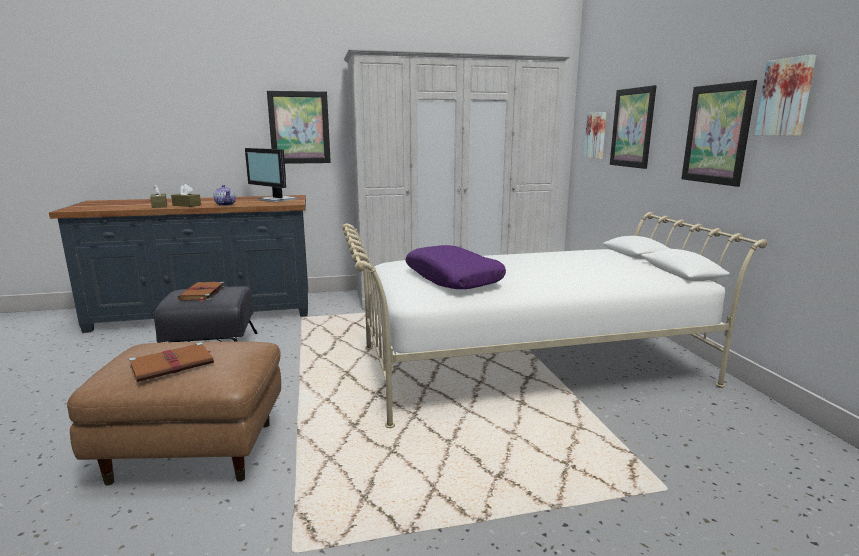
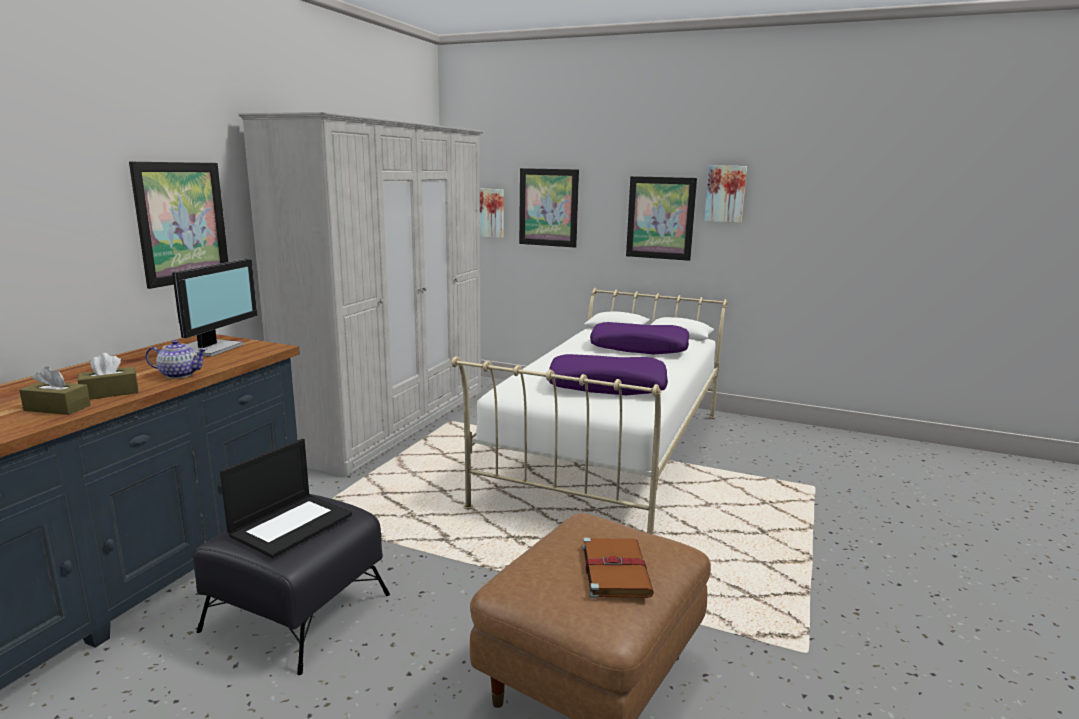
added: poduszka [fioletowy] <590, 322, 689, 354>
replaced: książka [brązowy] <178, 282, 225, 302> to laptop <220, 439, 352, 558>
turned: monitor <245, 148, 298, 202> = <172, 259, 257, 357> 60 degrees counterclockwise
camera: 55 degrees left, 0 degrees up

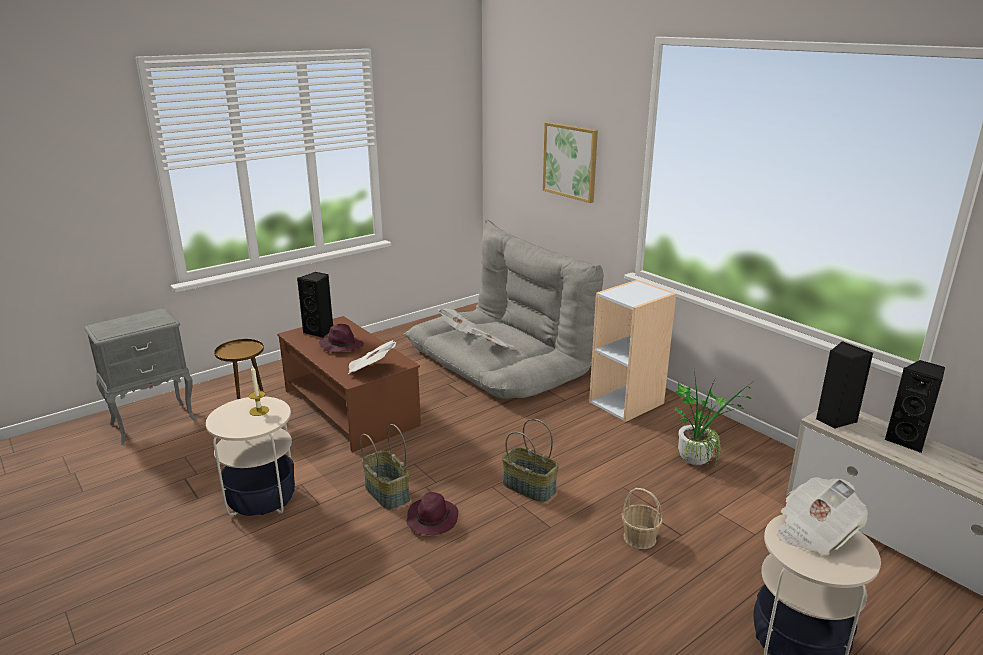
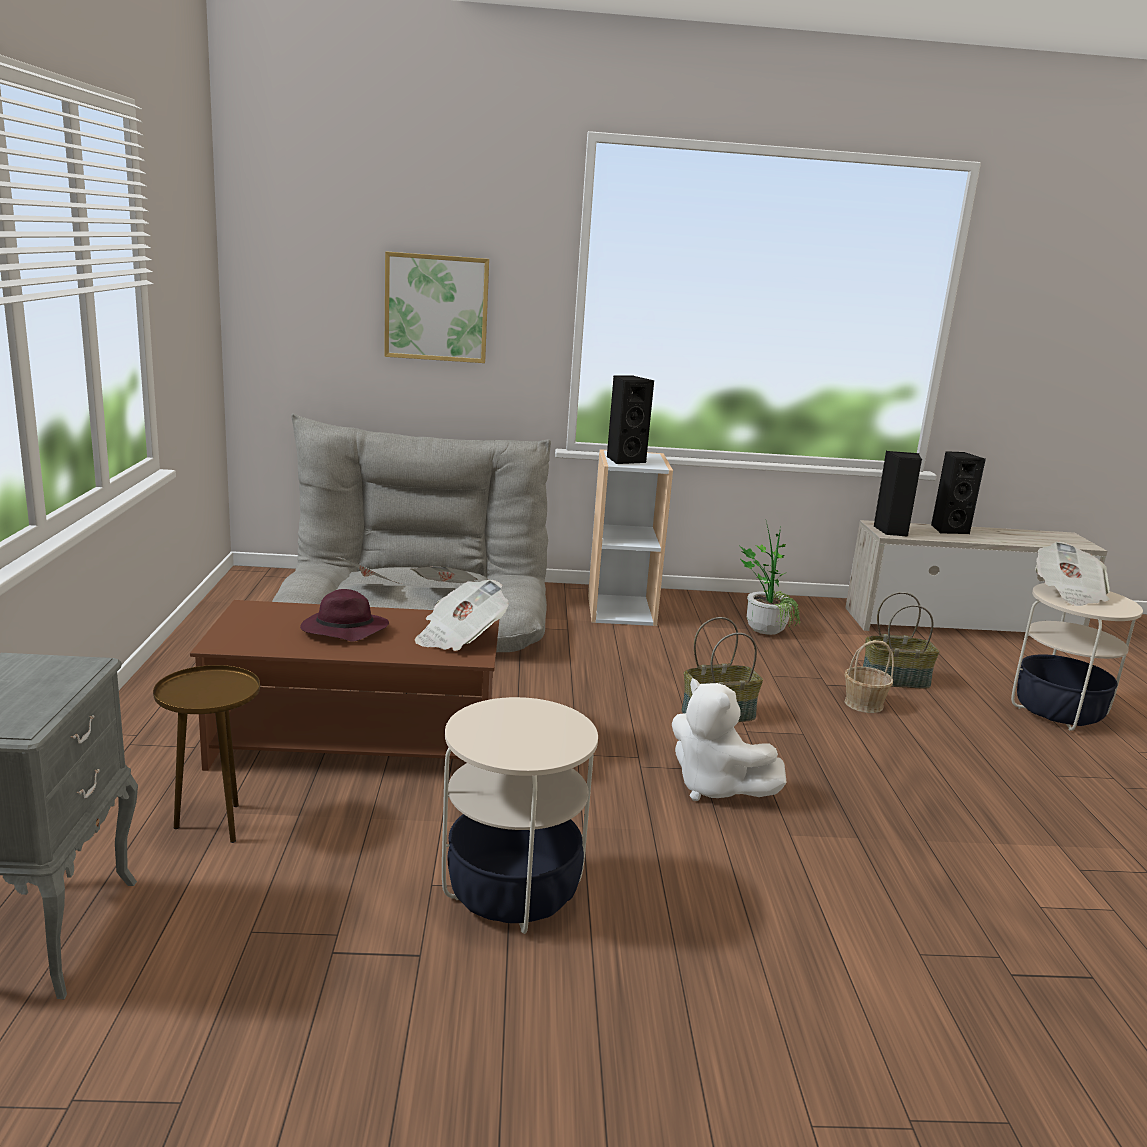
removed: świeca <248, 365, 269, 416>
moved: głośnik [czarny] <297, 272, 333, 338> to <607, 376, 654, 464>; koszyk <360, 424, 410, 510> to <863, 592, 939, 689>
replaced: kapelusz [fioletowy] <406, 492, 458, 535> to pluszak [biały] <672, 678, 787, 801>
camera: 55 degrees left, 5 degrees down

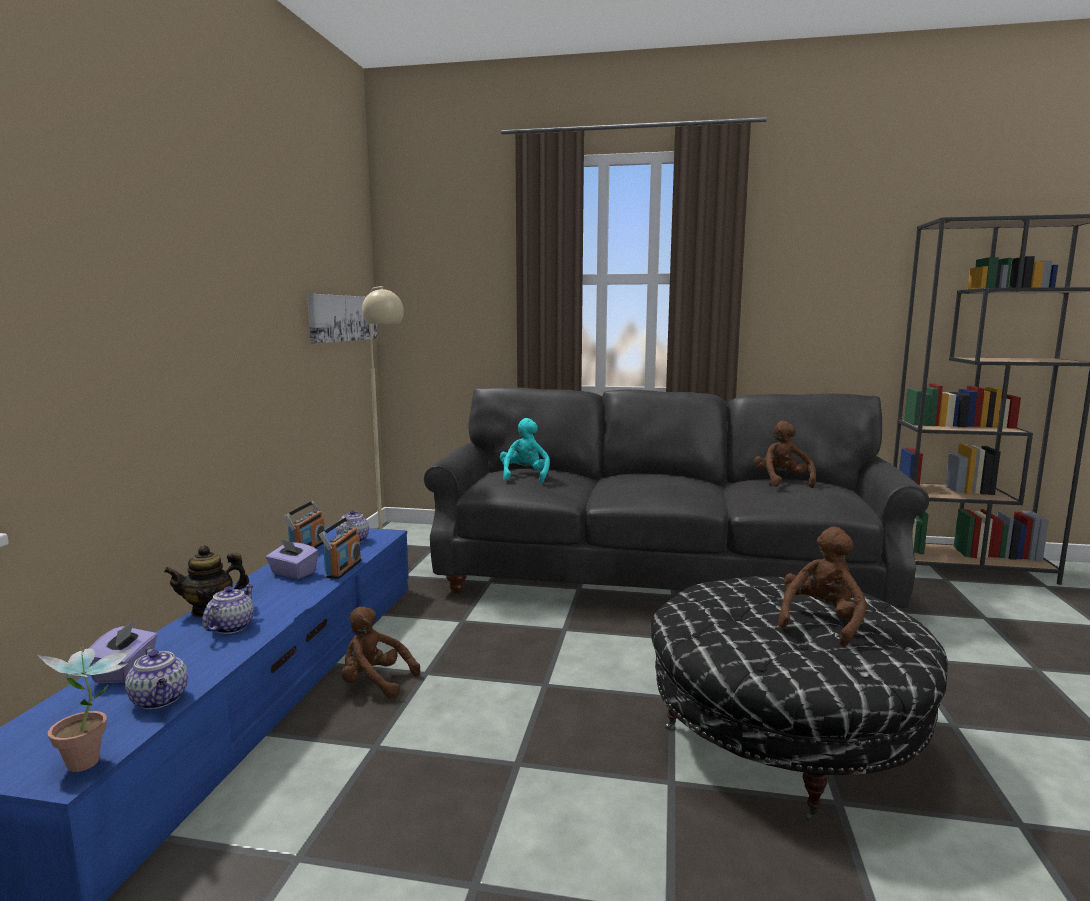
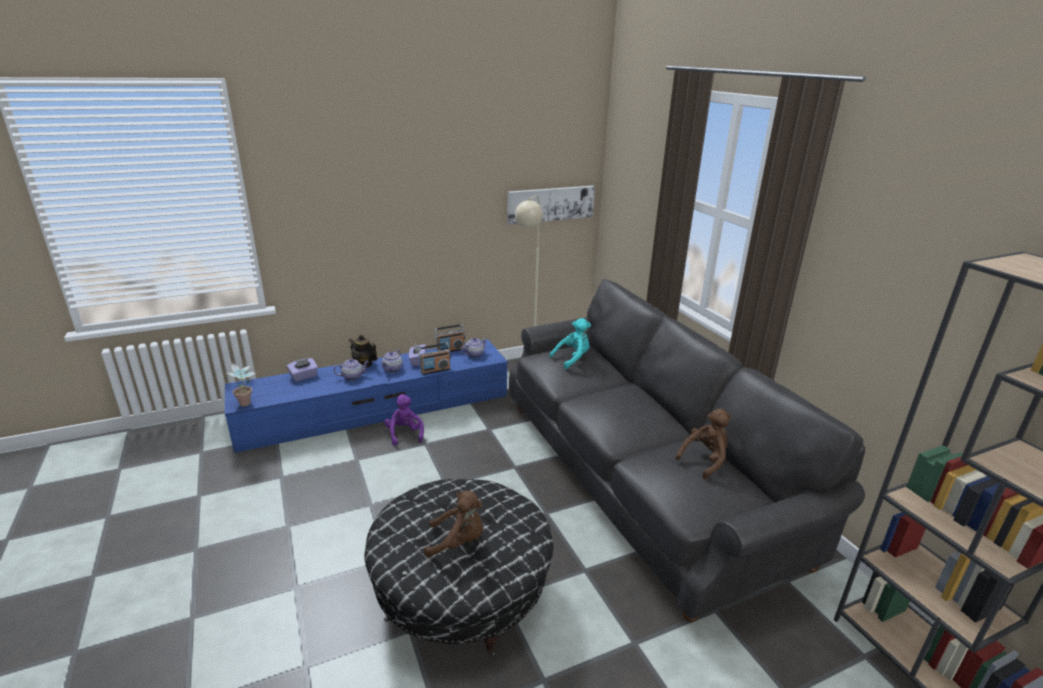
moved: imbryk <125, 647, 188, 709> to <382, 350, 403, 373>
recoloured: pluszak [brązowy] <341, 607, 420, 698> to pluszak [fioletowy] <384, 394, 424, 446>
camera: 55 degrees right, 15 degrees up

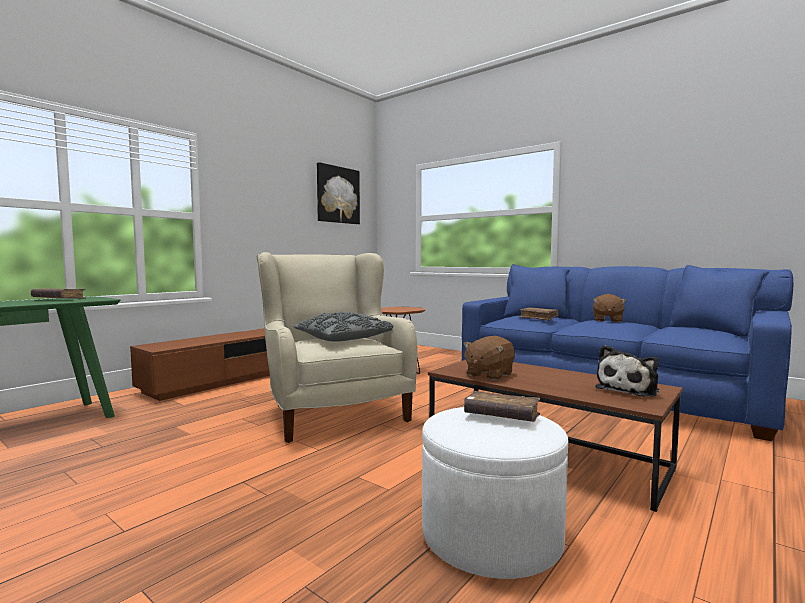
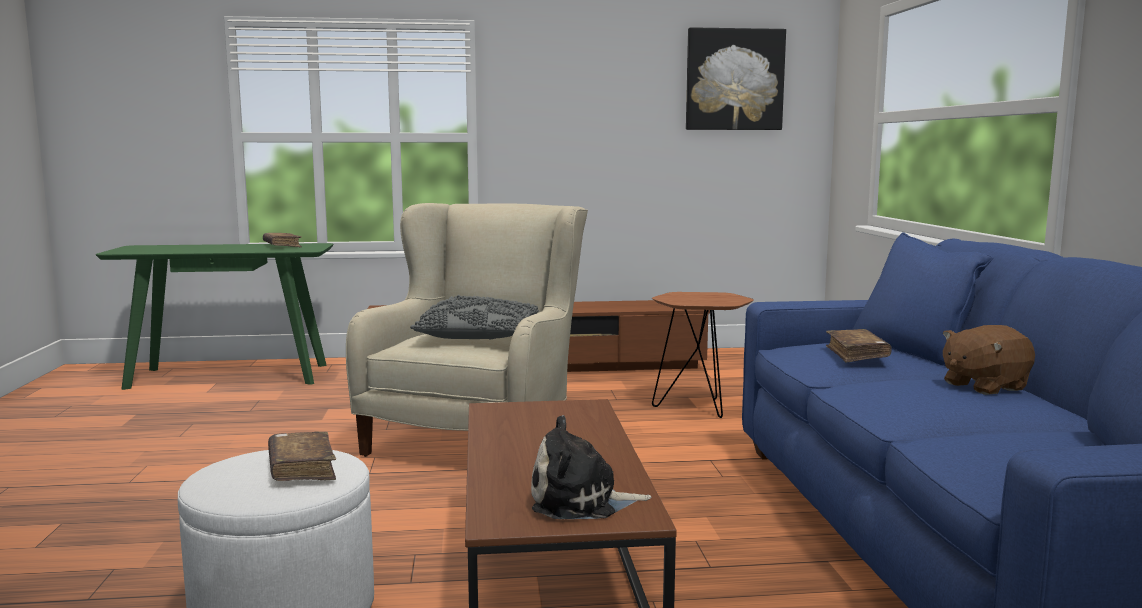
removed: pluszak [brązowy] <463, 336, 515, 381>
camera: 45 degrees right, 5 degrees up

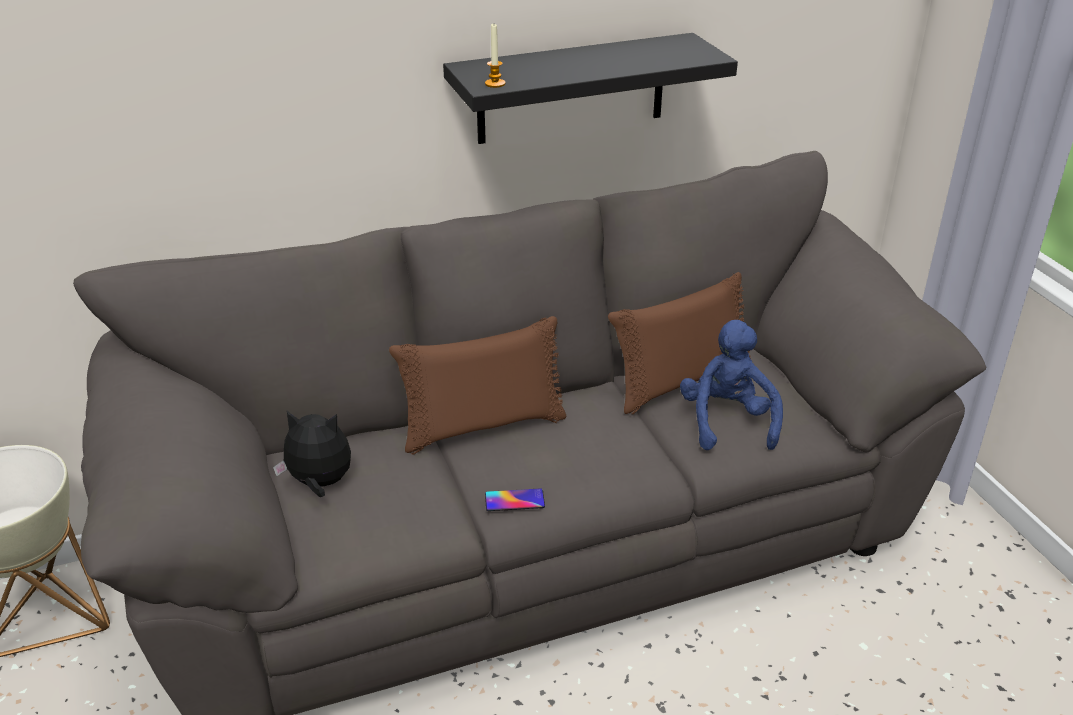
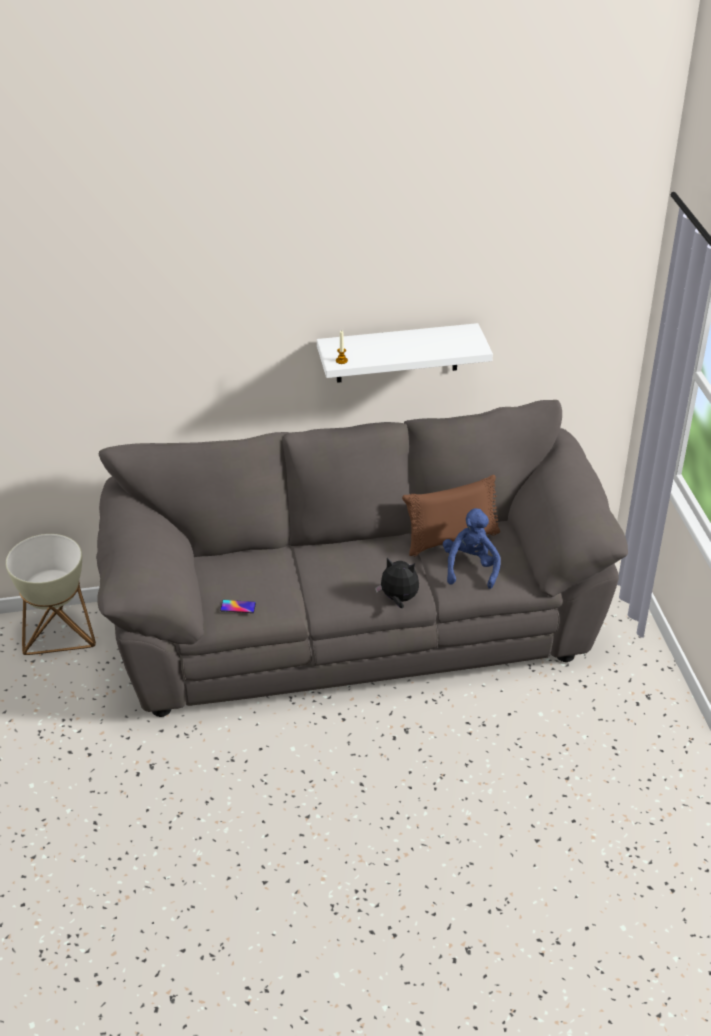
removed: poduszka [brązowy] <389, 316, 566, 455>
moved: pluszak <273, 411, 351, 497> to <375, 558, 419, 608>; telefon <485, 488, 545, 511> to <220, 600, 256, 613>
recoloured: półka [czarny] <443, 33, 738, 144> to półka [biały] <317, 323, 493, 383>
camera: 10 degrees right, 5 degrees up

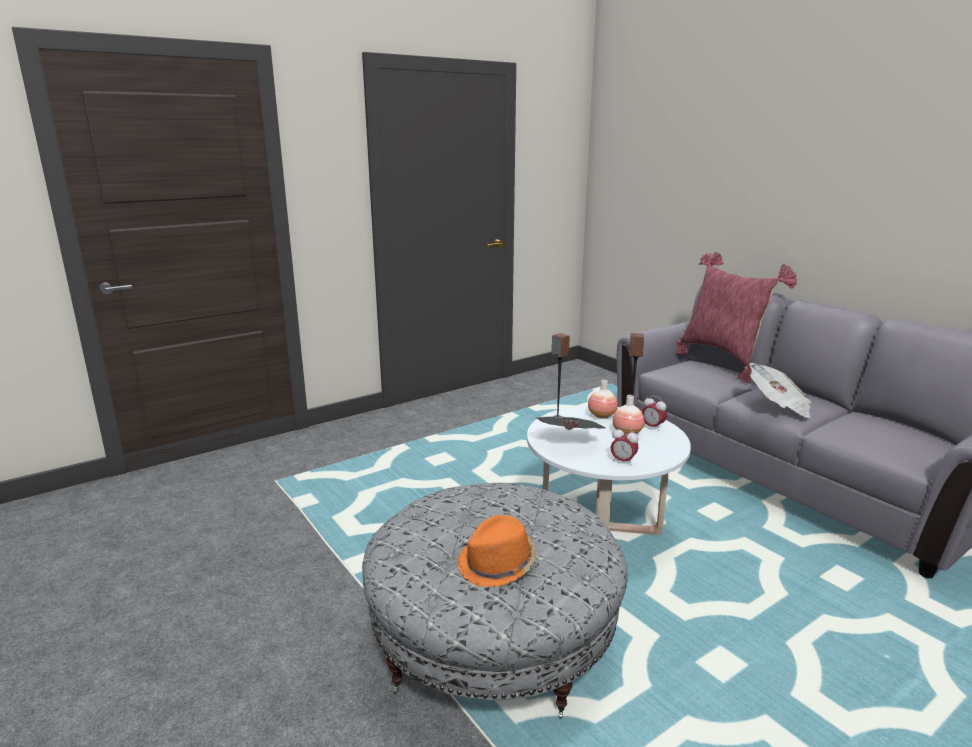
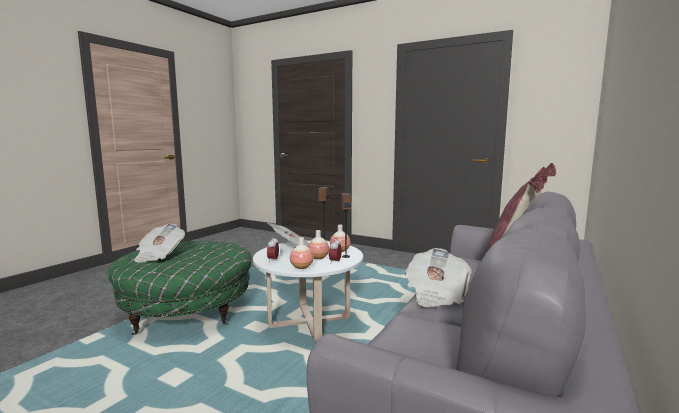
added: wazon <290, 237, 314, 269>
replaced: kapelusz [pomarańczowy] <458, 515, 535, 587> to gazeta <134, 224, 185, 263>
recoloured: pufa [szary] <362, 483, 628, 719> to pufa [zielony] <108, 241, 252, 335>
camera: 65 degrees right, 10 degrees down

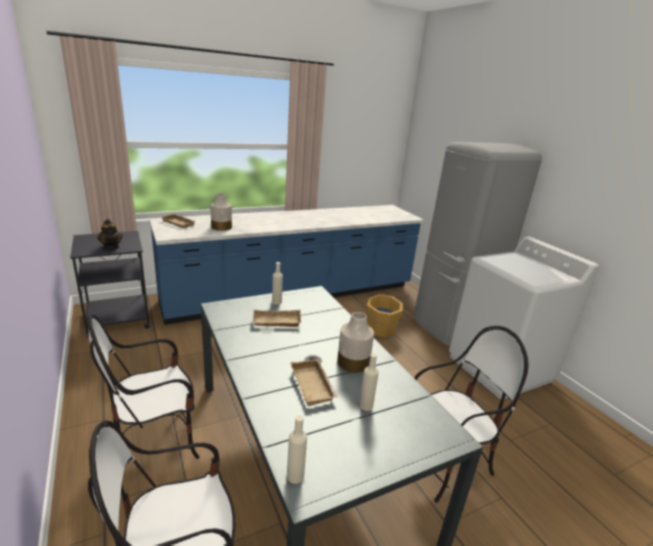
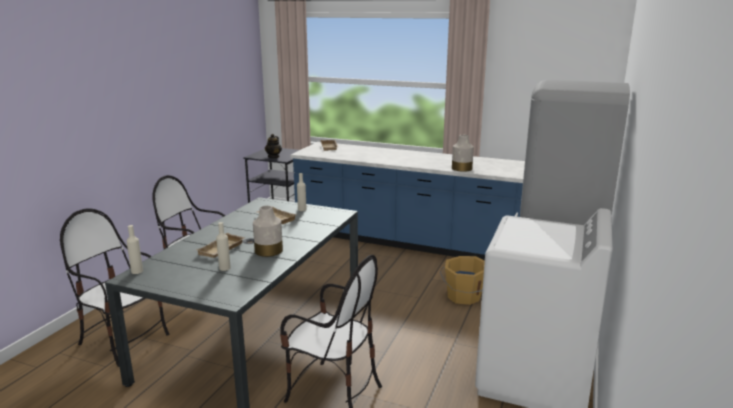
moved: wazon [beżowy] <210, 194, 232, 231> to <452, 135, 474, 172>
camera: 50 degrees right, 5 degrees down

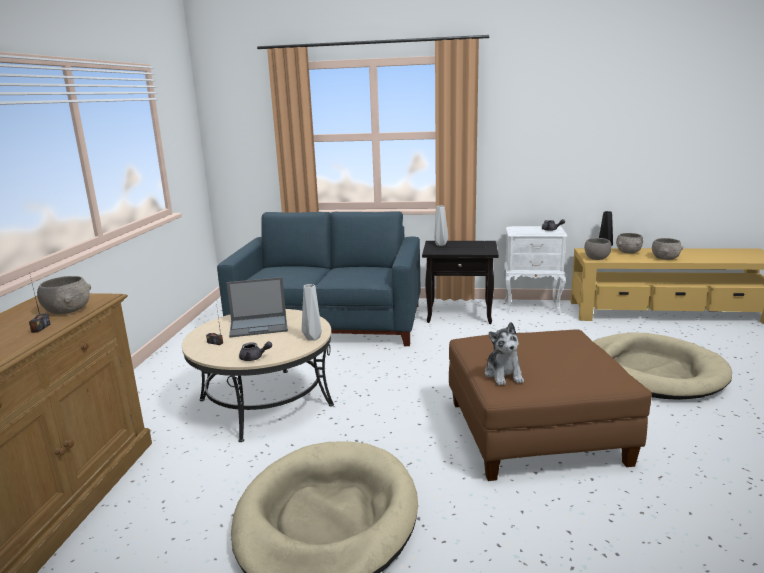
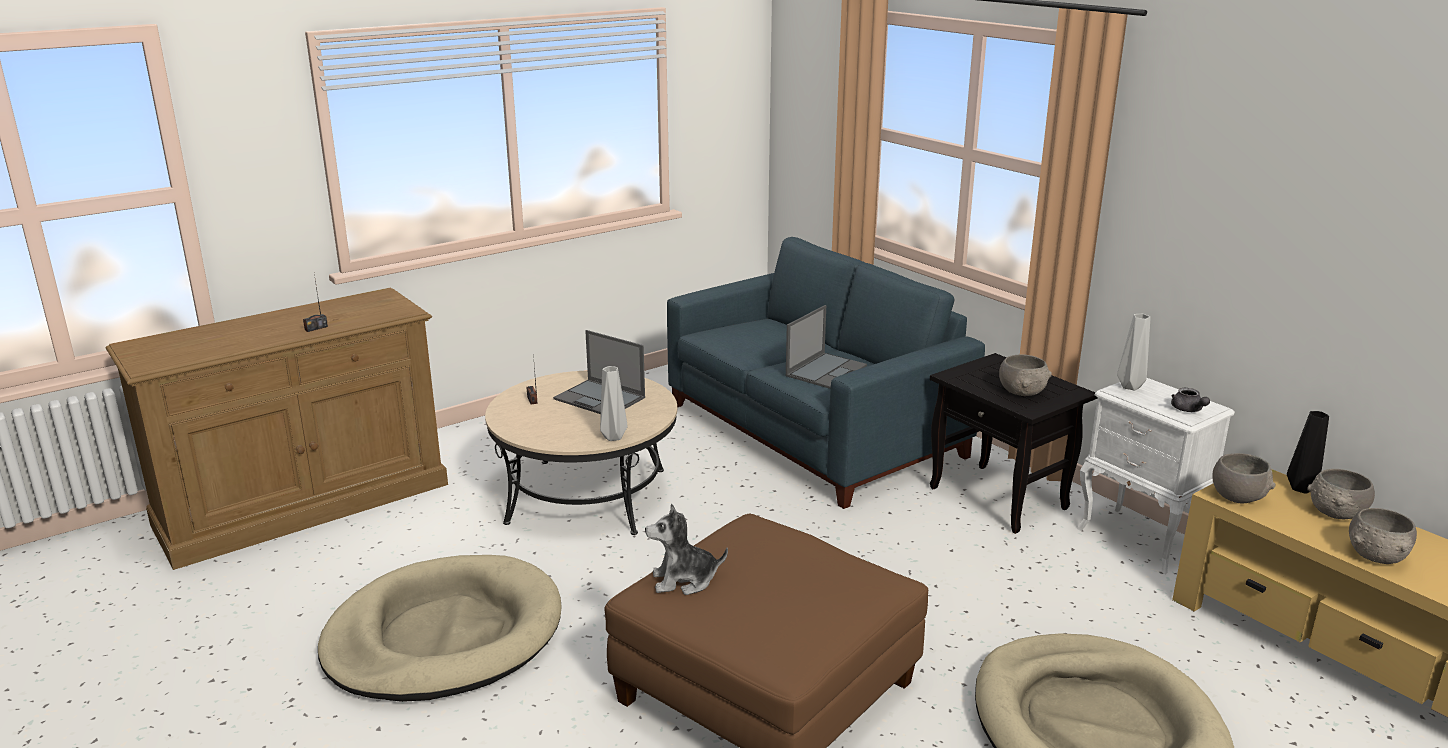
removed: imbryk [szary] <239, 341, 272, 361>
added: laptop <786, 305, 867, 389>
moved: wazon [szary] <434, 206, 448, 246> to <1117, 314, 1150, 390>; miska [szary] <37, 276, 91, 314> to <999, 355, 1052, 396>
turned: pluszak <485, 322, 524, 385> = <645, 504, 728, 595> 45 degrees clockwise
camera: 45 degrees right, 5 degrees up

